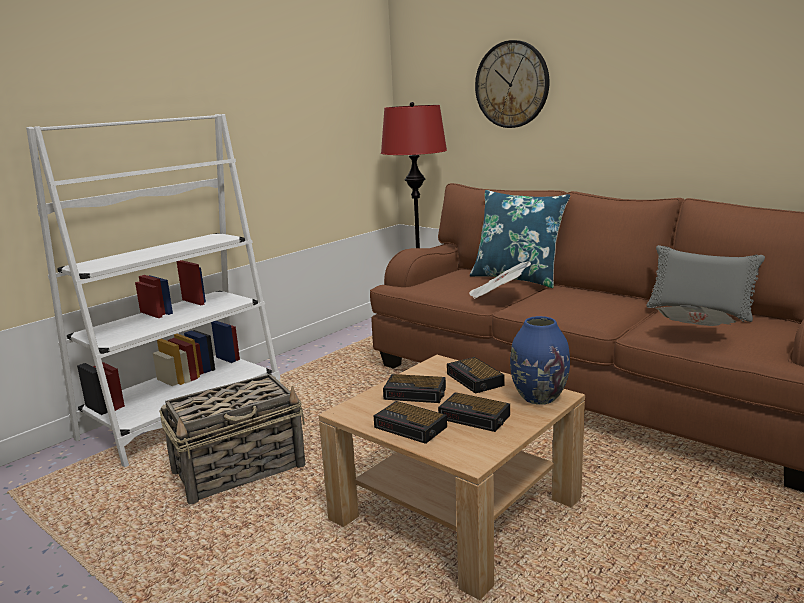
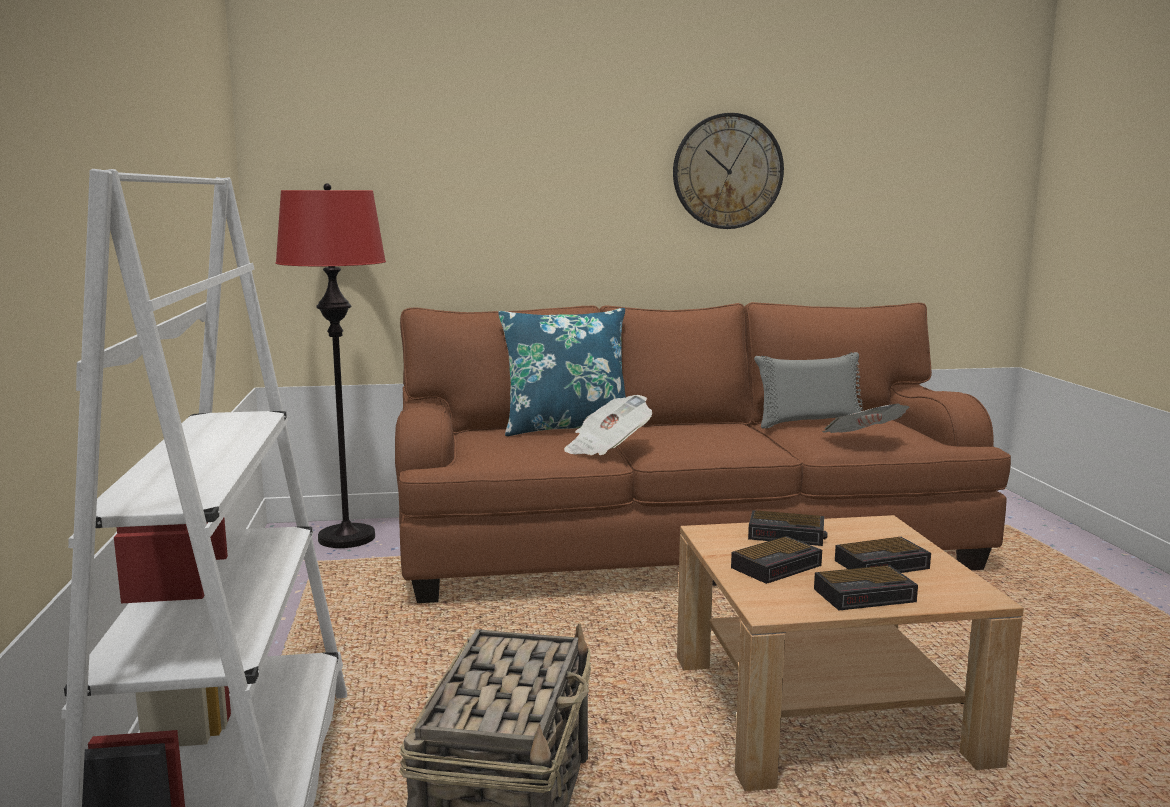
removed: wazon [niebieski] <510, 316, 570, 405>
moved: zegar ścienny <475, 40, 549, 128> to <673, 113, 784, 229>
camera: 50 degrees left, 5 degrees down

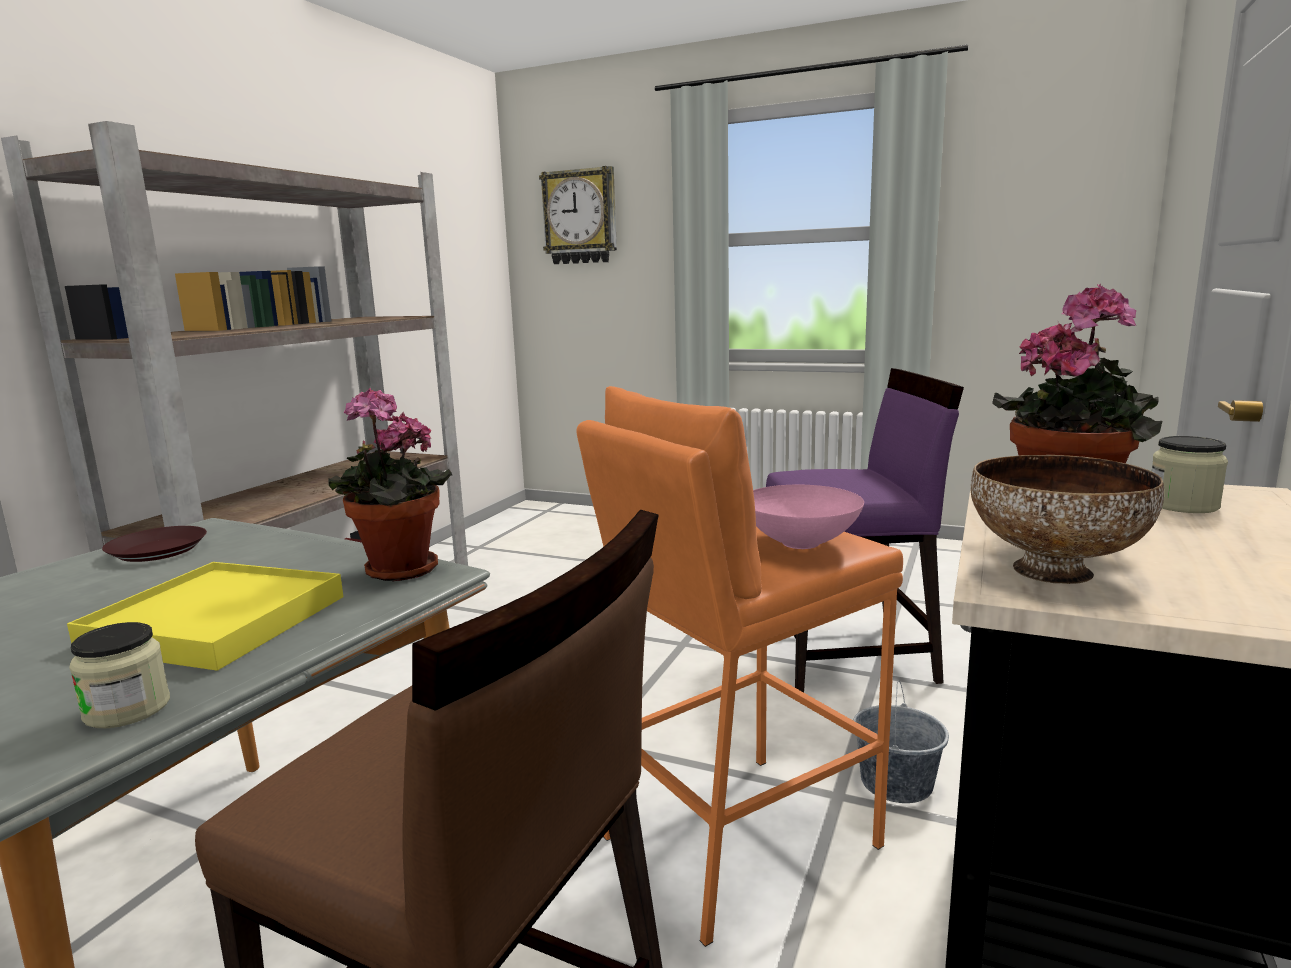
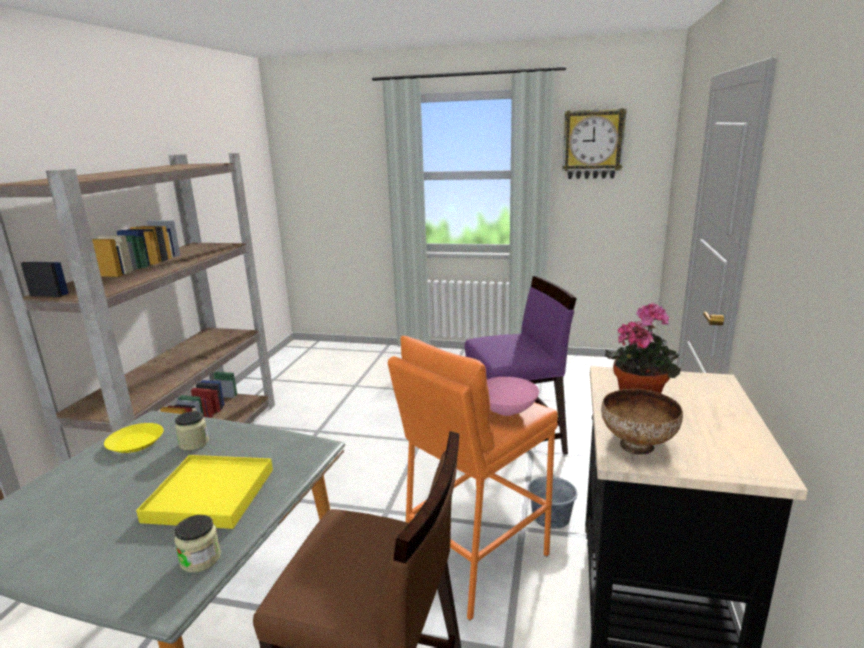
removed: roślina doniczkowa <329, 388, 452, 582>
moved: zegar ścienny <539, 166, 617, 264> to <563, 108, 626, 179>; słoik <1152, 436, 1228, 513> to <175, 411, 209, 450>
recoloured: talerz [brązowy] <102, 526, 207, 562> to talerz [żółty] <104, 423, 163, 453>
camera: 10 degrees left, 5 degrees up

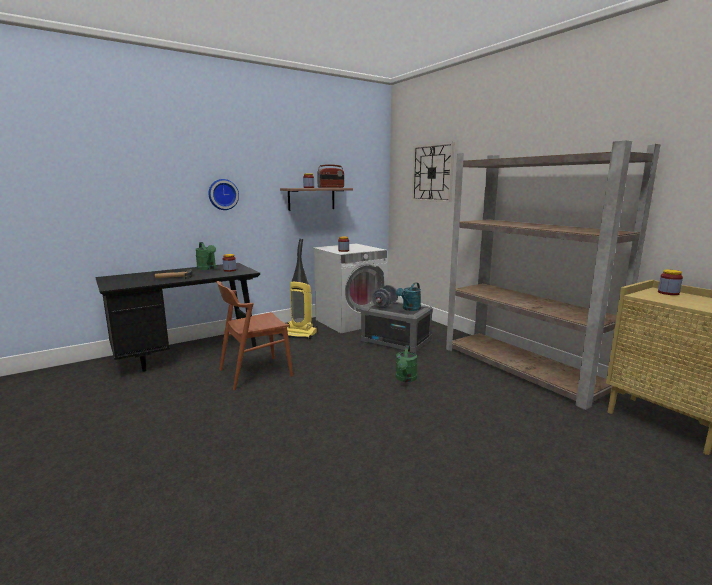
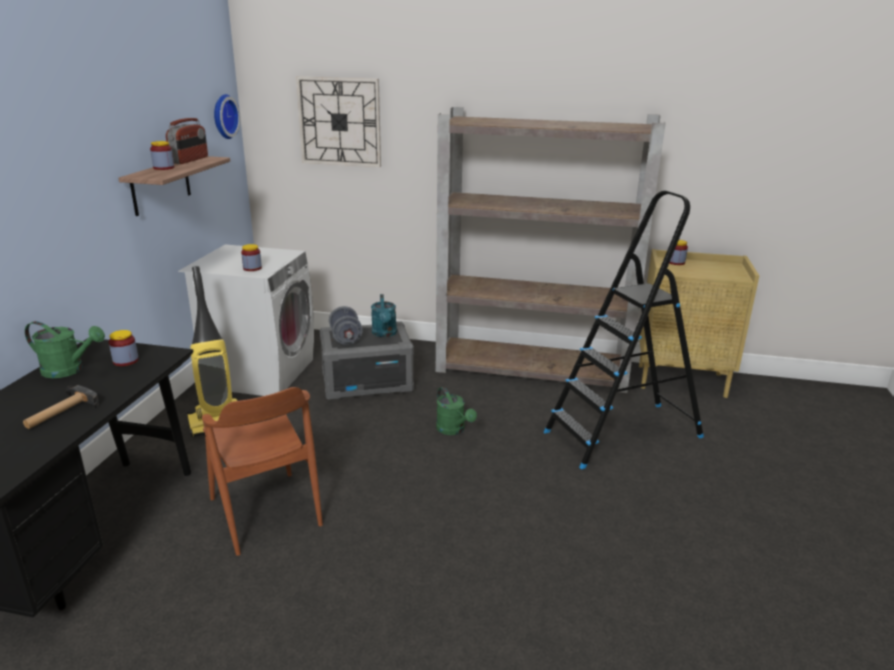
added: drabinka [czarny] <544, 191, 704, 469>
moved: zegar ścienny <208, 179, 239, 210> to <214, 94, 241, 139>
turned: krzesło [brązowy] <217, 281, 293, 390> = <202, 387, 323, 556> 45 degrees counterclockwise
camera: 45 degrees left, 10 degrees up

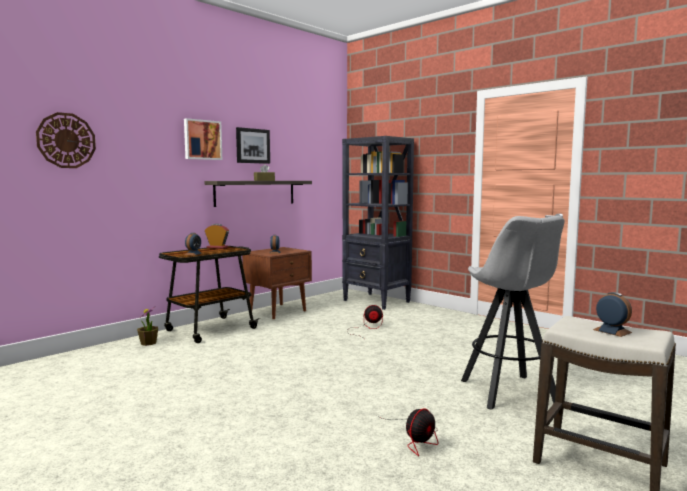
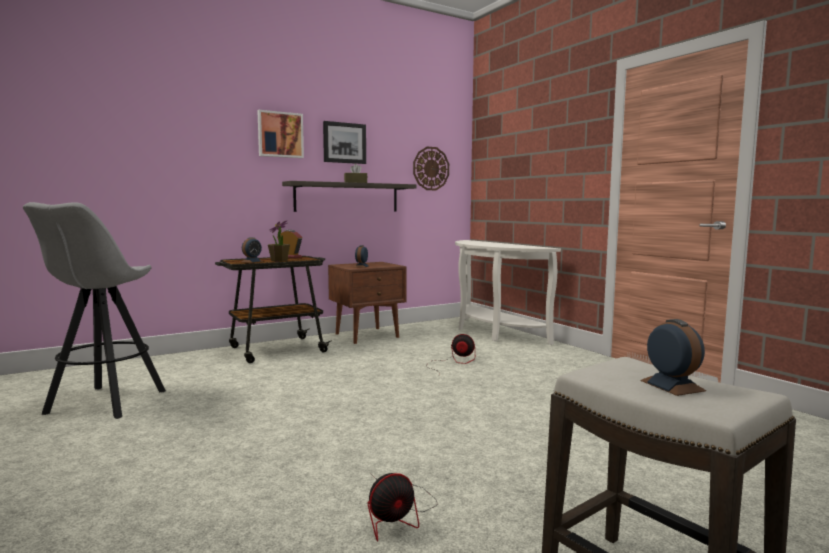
moved: zegar ścienny <36, 112, 96, 168> to <413, 147, 449, 190>; stołek [szary] <461, 216, 565, 409> to <23, 202, 166, 419>; roślina doniczkowa <137, 307, 158, 346> to <268, 221, 290, 261>
replaced: regał [czarny] <342, 136, 414, 310> to stolik konsolowy [biały] <455, 240, 561, 345>
camera: 15 degrees right, 0 degrees up

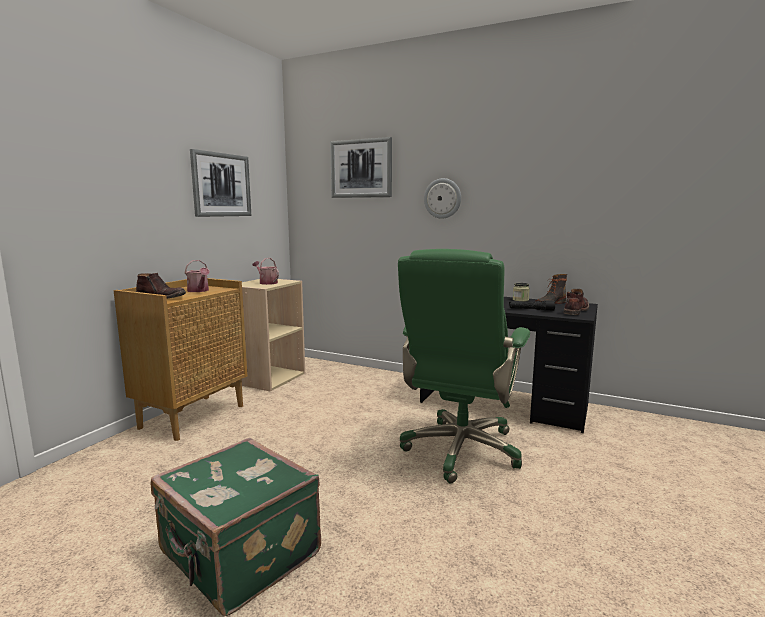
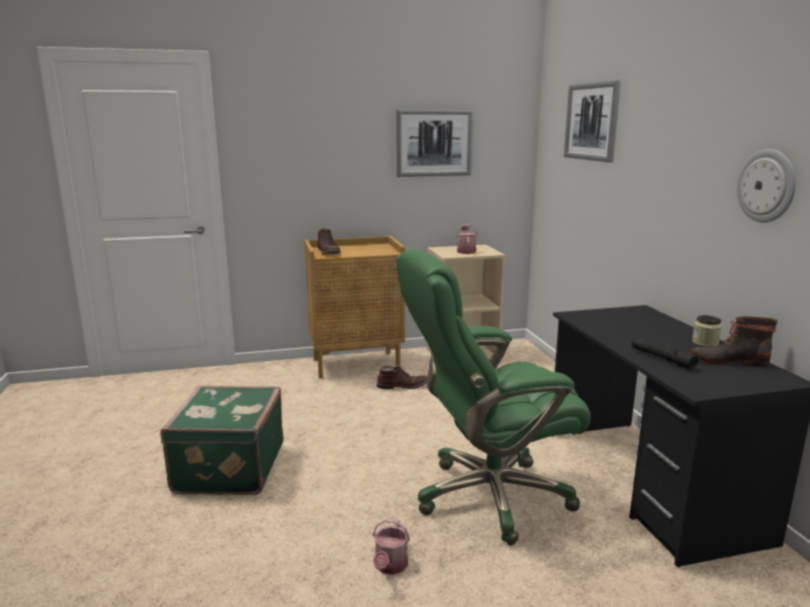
moved: zegar ścienny <424, 178, 461, 219> to <737, 149, 796, 223>; konewka <185, 260, 210, 292> to <373, 519, 410, 575>; but z cholewką [brązowy] <563, 289, 589, 315> to <376, 365, 427, 389>
camera: 50 degrees right, 5 degrees up

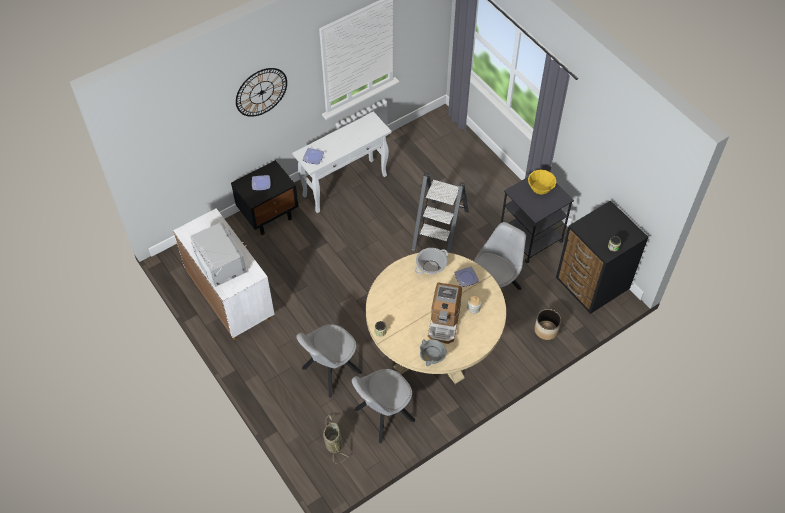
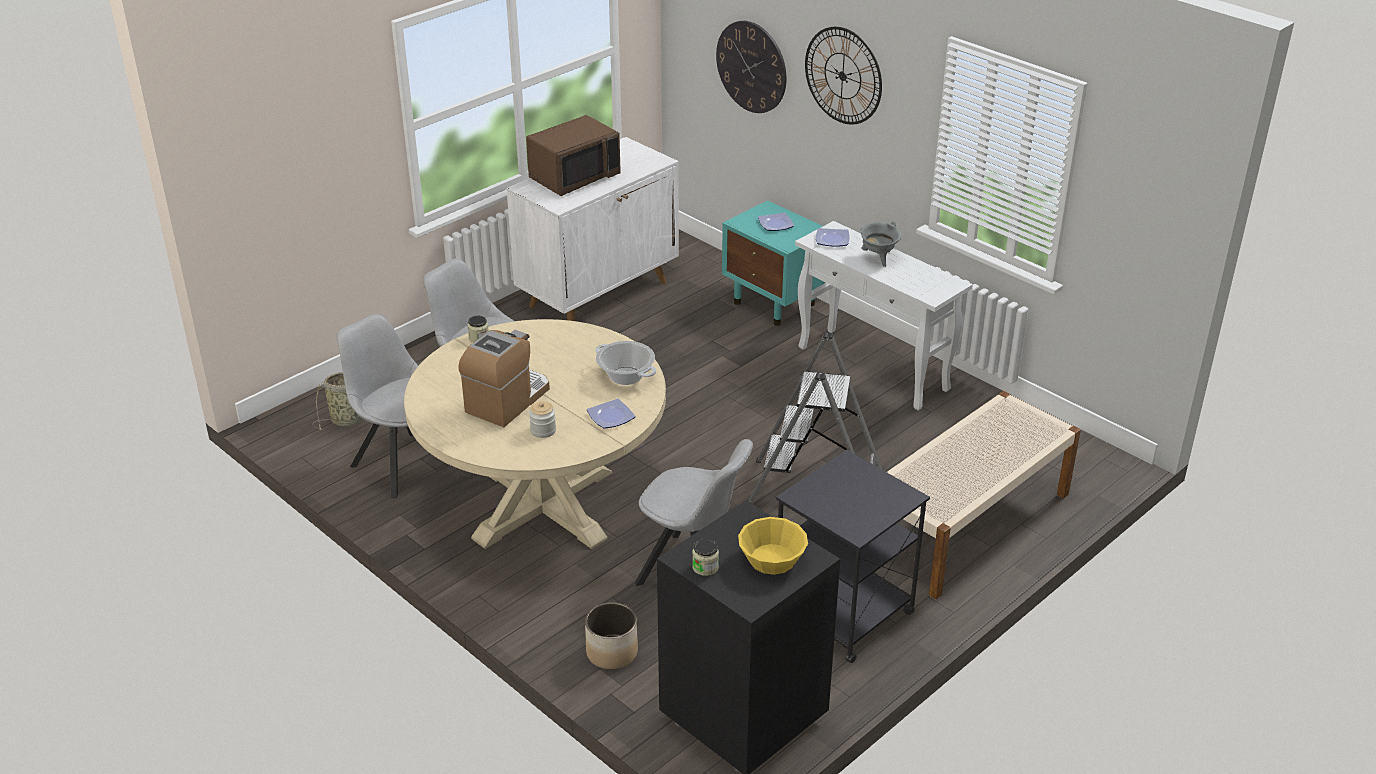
added: zegar ścienny <716, 21, 787, 113>; ławka [beżowy] <887, 391, 1081, 599>
moved: miska [żółty] <528, 170, 556, 195> to <738, 517, 808, 575>; garnek [szary] <420, 339, 447, 366> to <860, 221, 902, 267>
recoloured: szafka nocna [czarny] <231, 160, 299, 235> to szafka nocna [turkusowy] <722, 200, 826, 326>; mikrofalówka [szary] <191, 222, 247, 287> to mikrofalówka [brązowy] <526, 115, 621, 196>
turned: ekspres do kawy <428, 283, 462, 344> = <458, 330, 550, 427> 120 degrees clockwise
camera: 80 degrees right, 20 degrees down

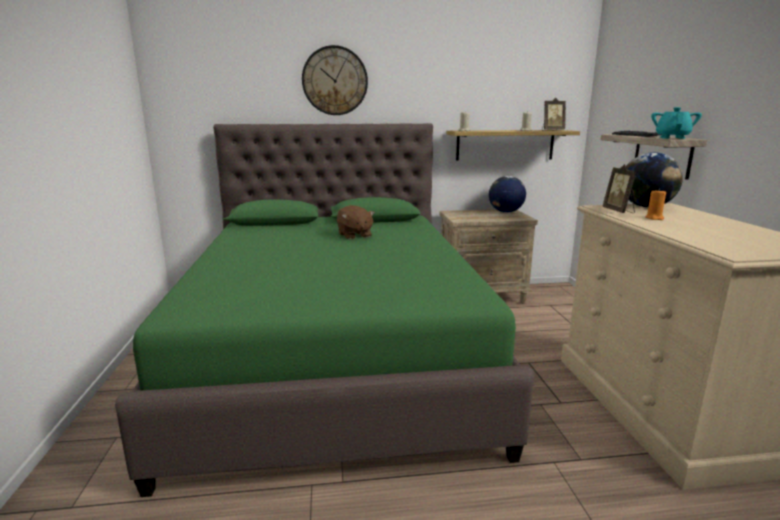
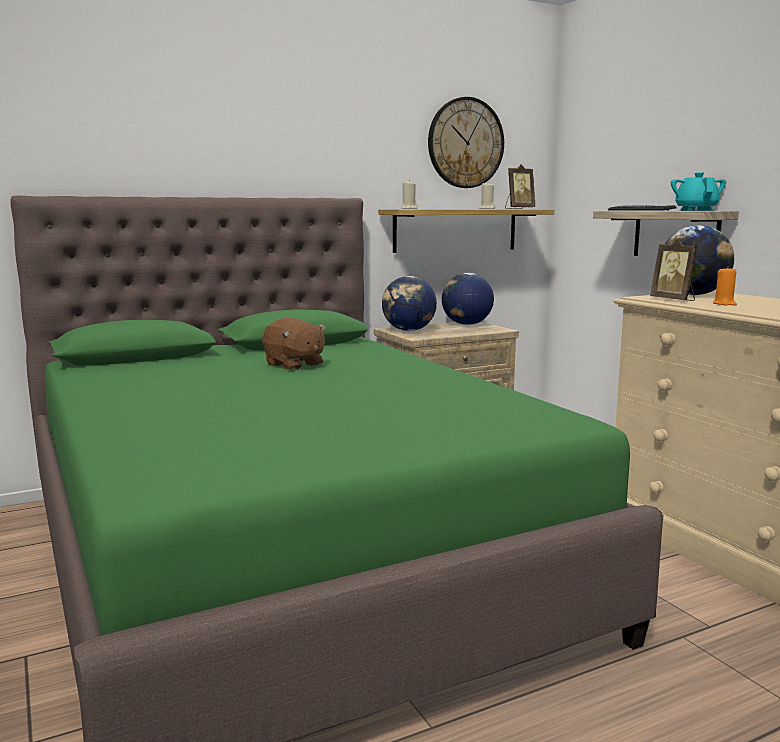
added: globus <382, 276, 437, 331>
moved: zegar ścienny <302, 45, 368, 115> to <428, 97, 504, 188>
camera: 20 degrees left, 5 degrees down

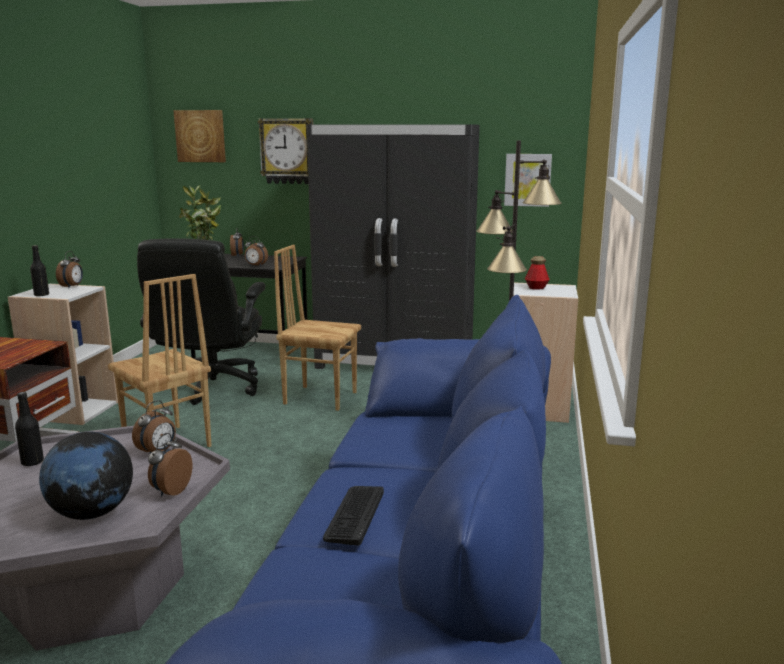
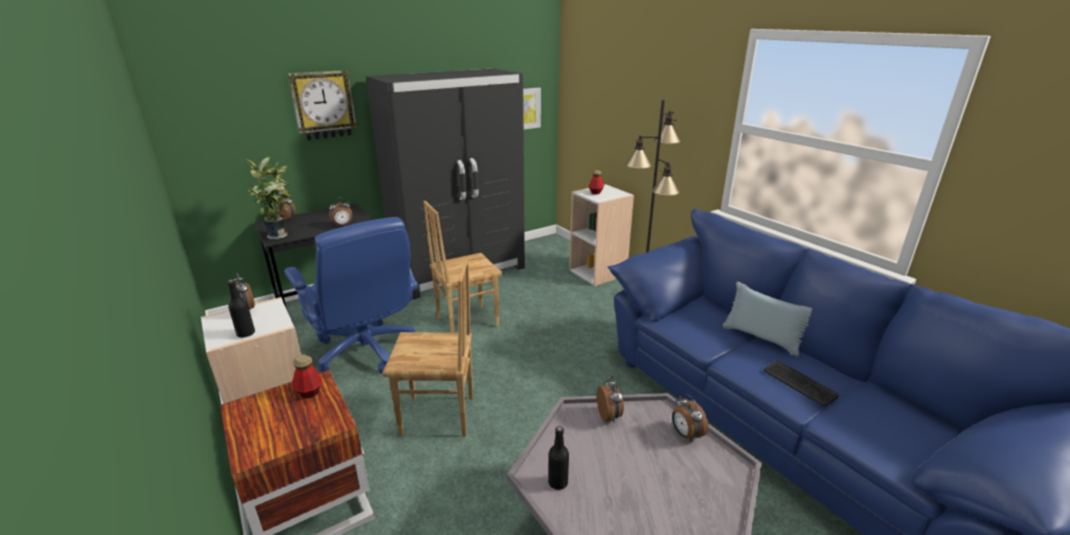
removed: obraz <173, 110, 226, 162>; globus <39, 432, 133, 520>
added: poduszka [niebieski] <722, 282, 812, 357>; butelka <292, 355, 322, 398>
recoloured: krzesło biurowe [czarny] <137, 238, 266, 405> to krzesło biurowe [niebieski] <284, 217, 418, 374>
camera: 45 degrees left, 10 degrees up

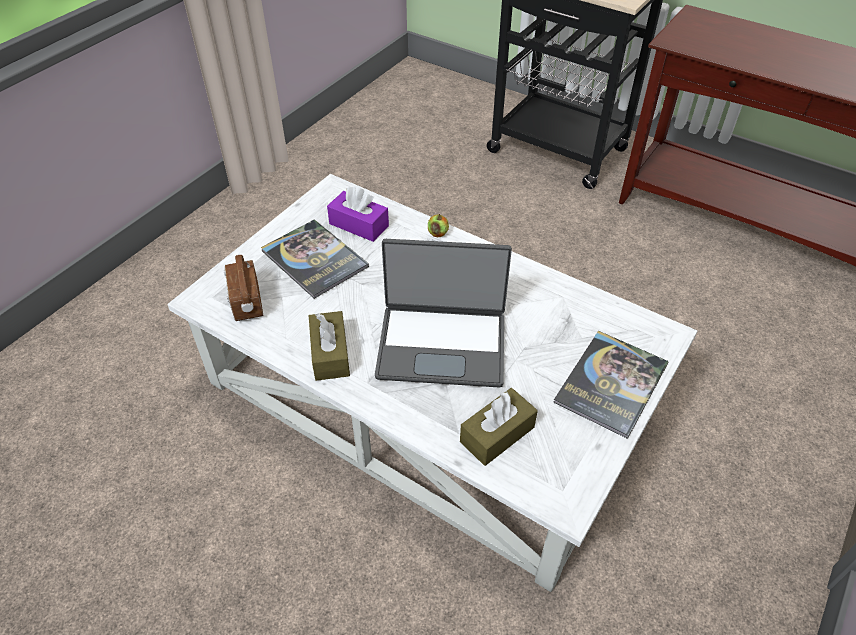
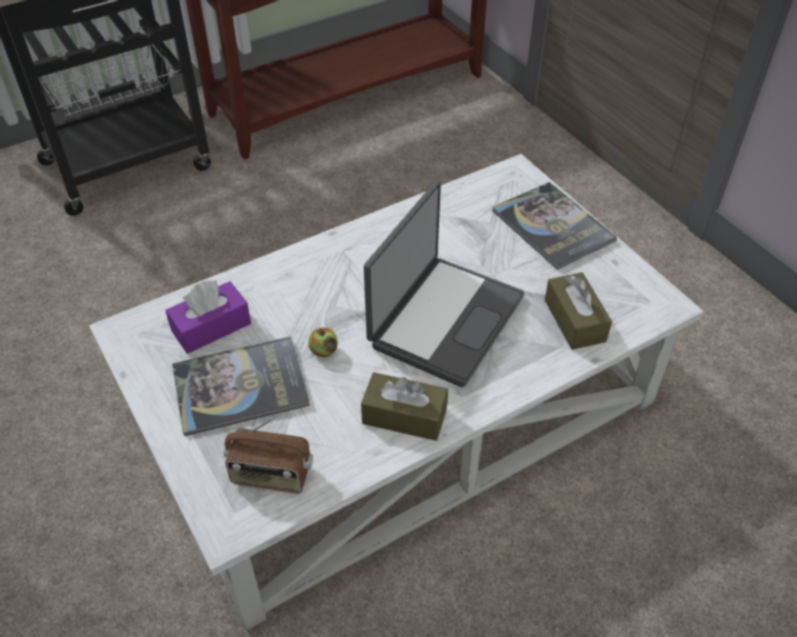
moved: jabłko <428, 214, 449, 237> to <308, 328, 338, 357>
camera: 65 degrees left, 0 degrees up

